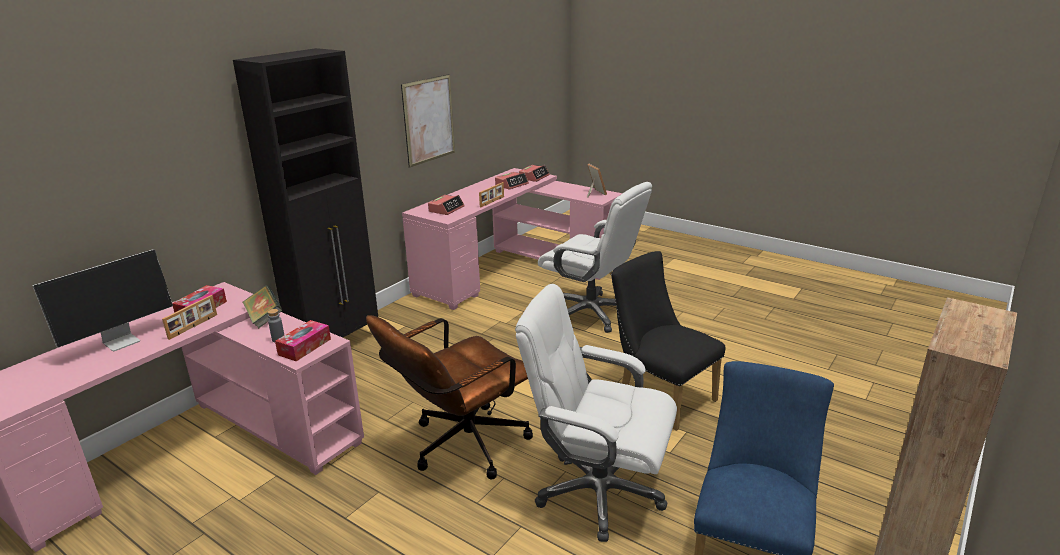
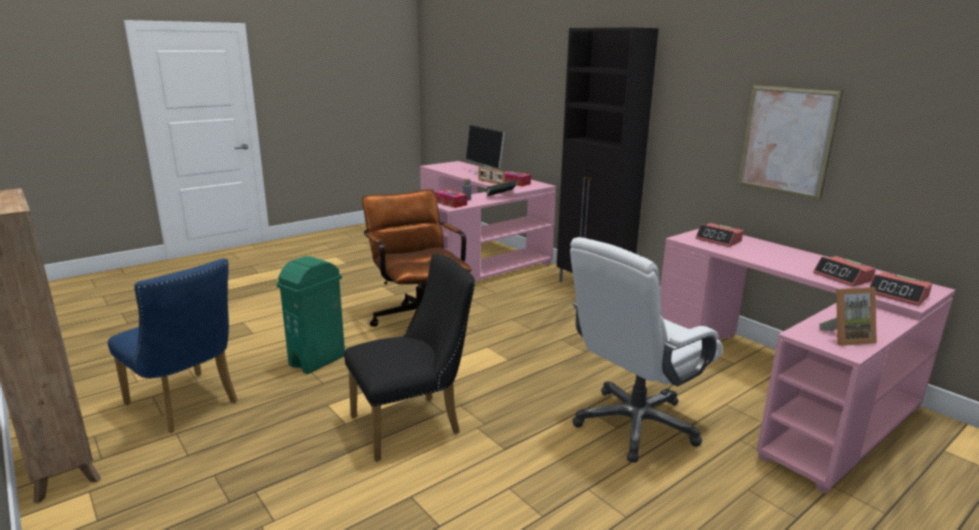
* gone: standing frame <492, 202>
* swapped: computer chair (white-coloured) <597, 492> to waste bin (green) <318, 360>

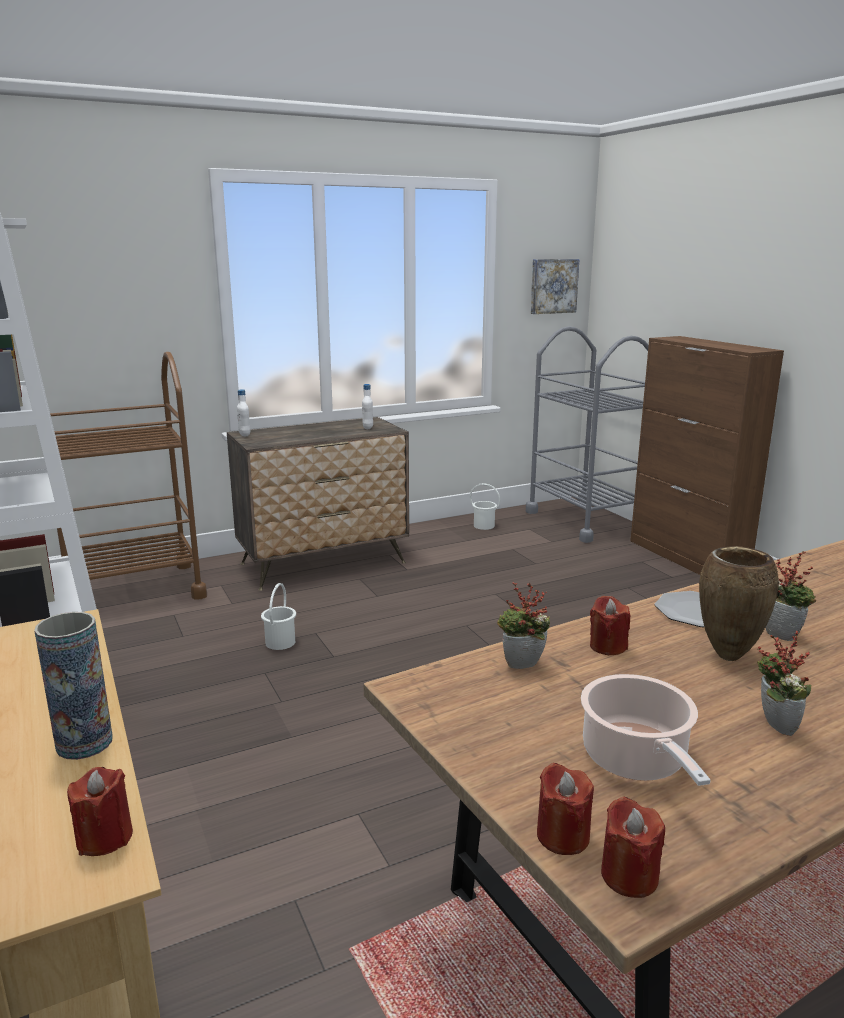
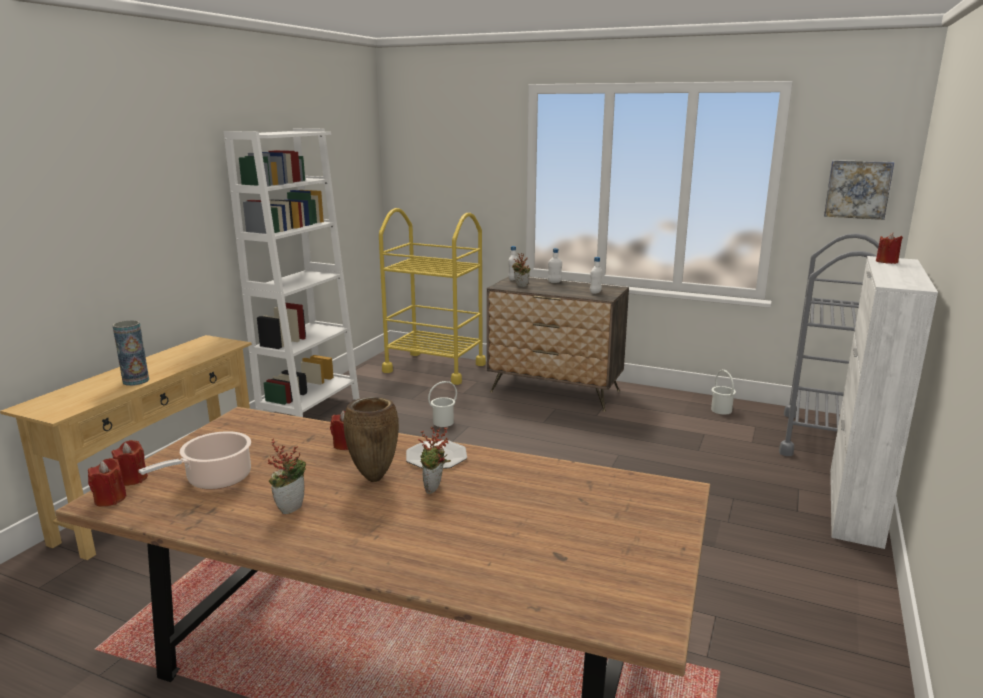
* repainted: cabinet (brown-coloured) <687, 558> to cabinet (white-coloured) <854, 506>
* repainted: wheeled cart (brown-coloured) <133, 591> to wheeled cart (yellowish) <434, 368>
* shifted: potted plant <522, 667> to <520, 286>
* shifted: wax light (reddish) <104, 837> to <886, 262>
* new: drink bottle (white-coloured) <554, 282>

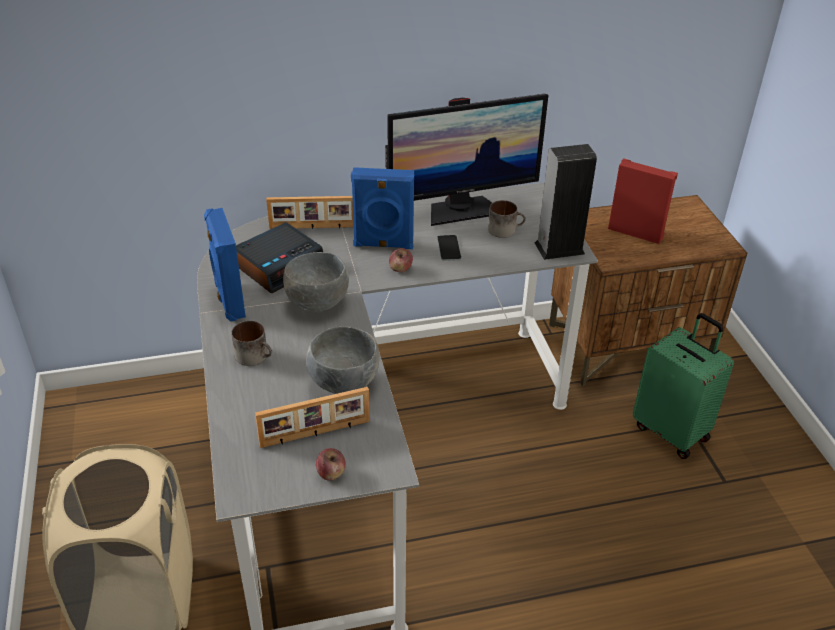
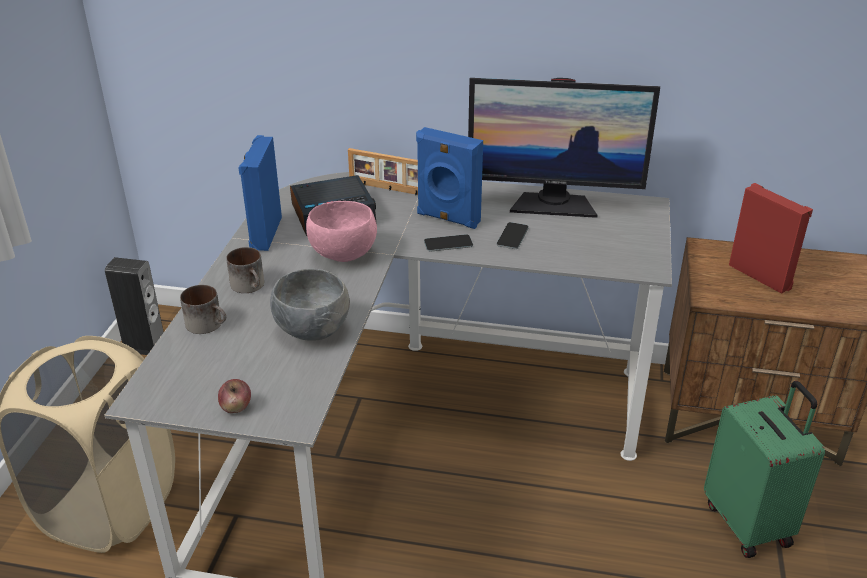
* shifted: audio speaker <559, 248> to <145, 346>
* shifted: coffee mug <505, 229> to <208, 324>
* swapped: apple fruit <400, 269> to phone <448, 243>
* repainted: serving bowl (grey) <318, 304> to serving bowl (pink) <344, 255>
* gone: standing frame <315, 434>

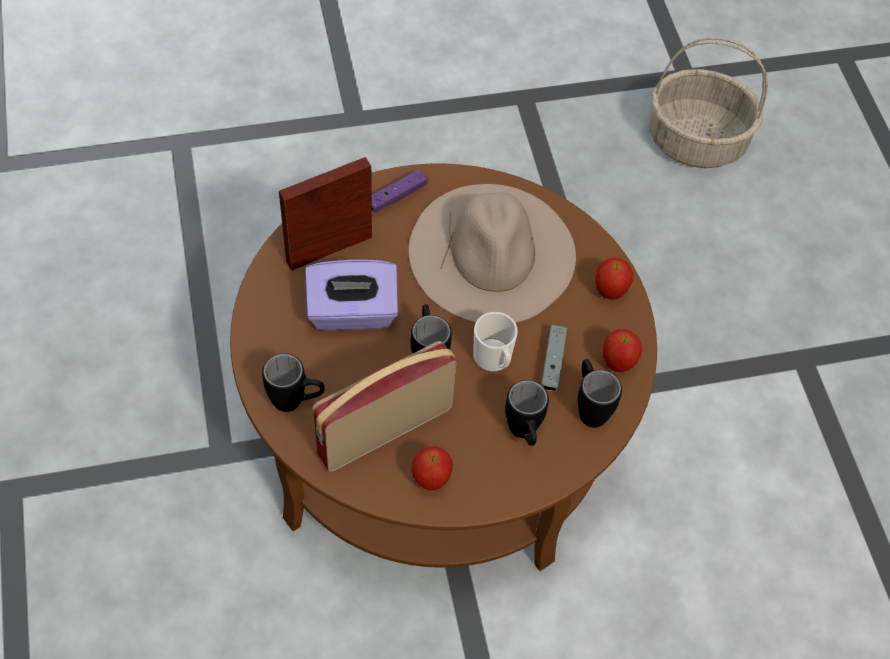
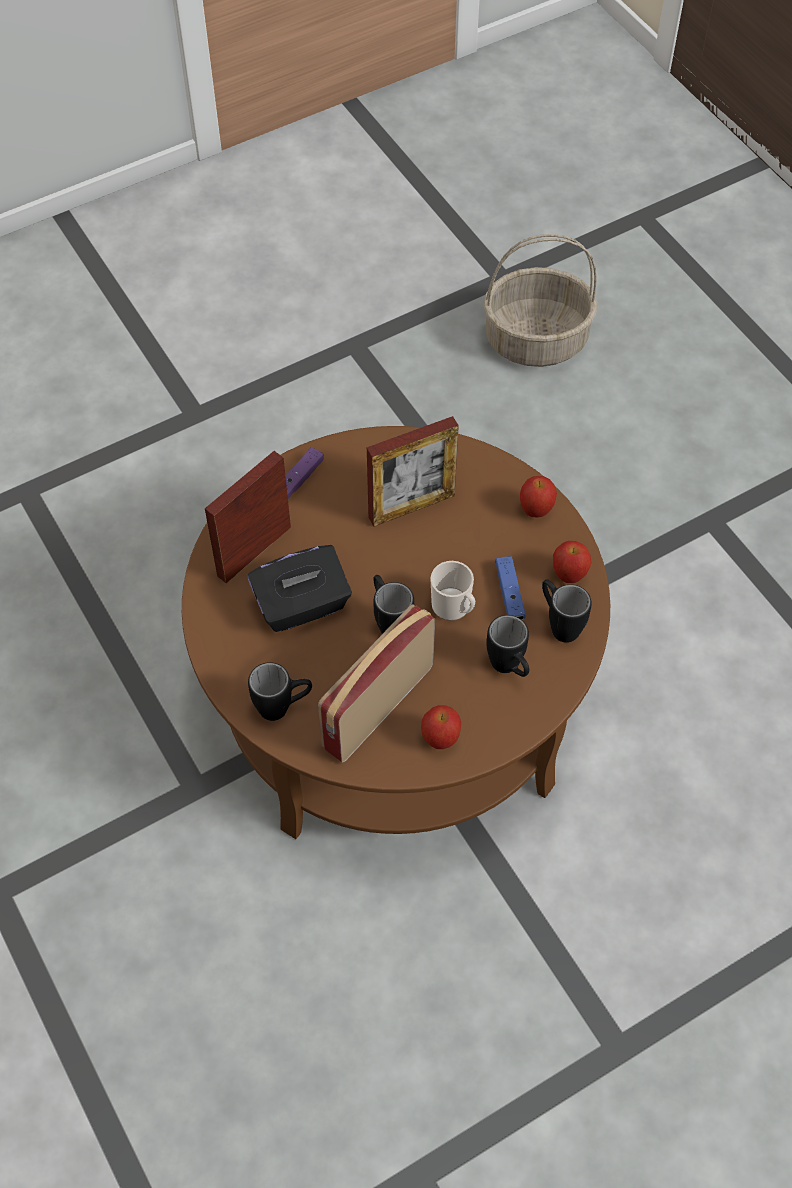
* swapped: hat (beige) <492, 252> to standing frame <411, 506>
* repainted: tissue holder (purplish) <352, 313> to tissue holder (black-coloured) <302, 606>
* repainted: joypad (grey) <553, 363> to joypad (blue-coloured) <509, 593>

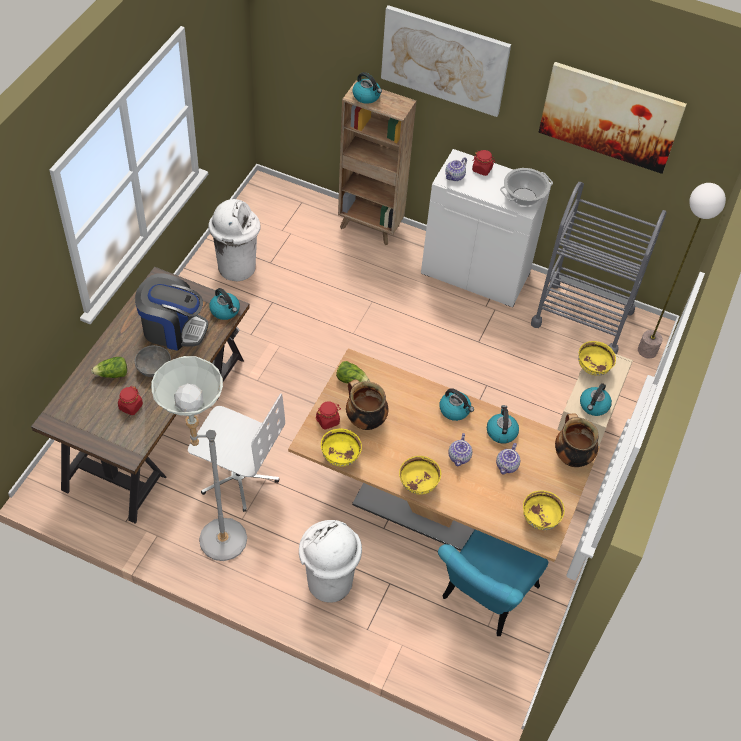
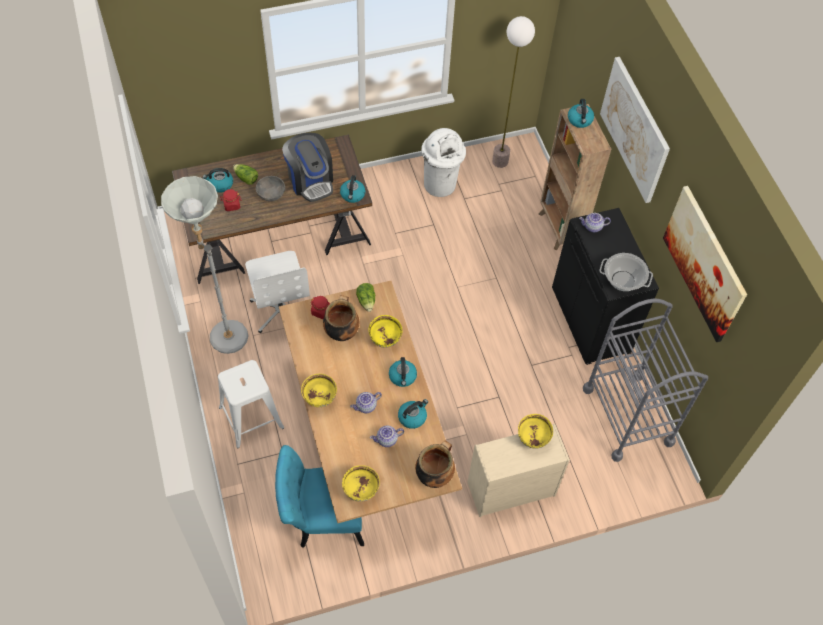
* repainted: cabinet (white-coloured) <476, 273> to cabinet (black-coloured) <592, 320>
* gone: storage jar (reddish) <482, 169>
* shifted: standard lamp <647, 350> to <499, 161>
* shifted: tea kettle <594, 406> to <220, 184>
* shifted: serving bowl (yellowish) <340, 457> to <385, 339>
* swapped: waste bin (white-coloured) <328, 582> to stool seat (white-coloured) <251, 417>

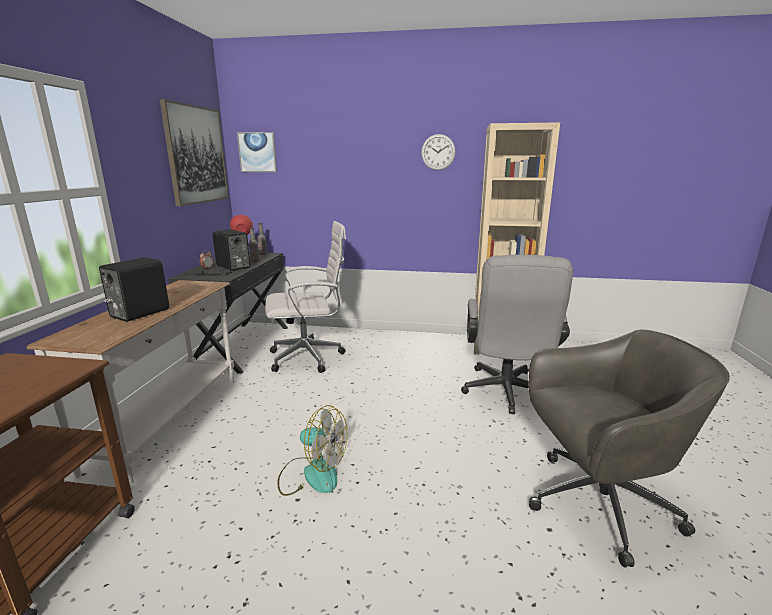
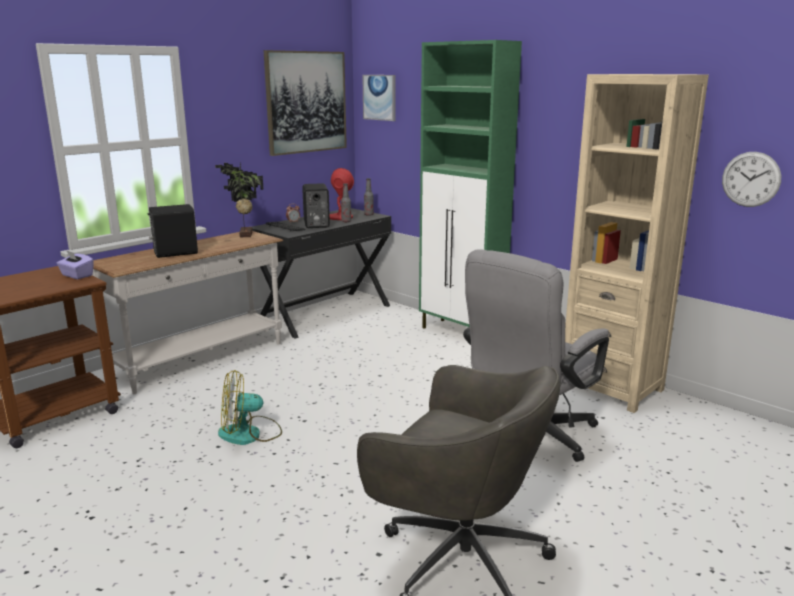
* shifted: wall clock <438, 152> to <751, 179>
* gone: computer chair (white-coloured) <310, 357>
* rotated: fan <312, 474> = <250, 434> 105 degrees clockwise
* new: cabinet (green) <462, 333>
* new: potted plant <244, 235>
* new: tissue holder (purplish) <77, 275>

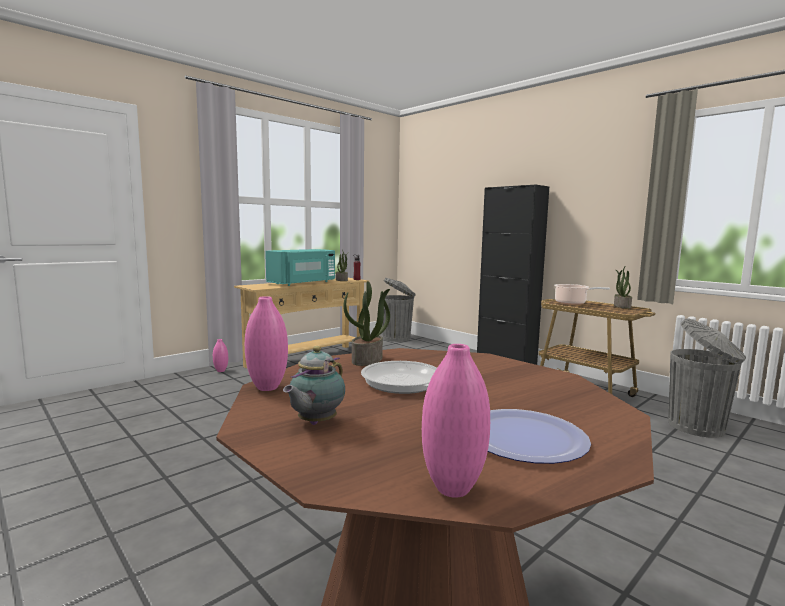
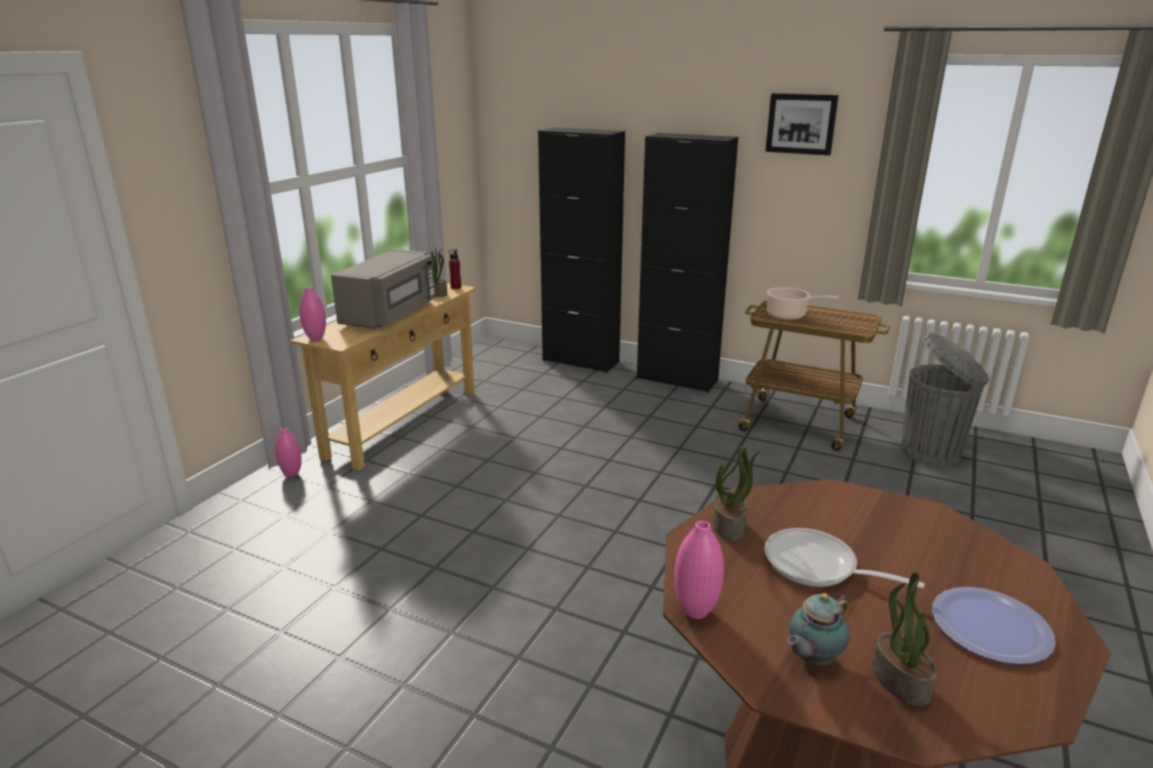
* repainted: kitchen microwave (turquoise) <303, 283> to kitchen microwave (grey) <391, 314>
* shifted: potted plant <621, 306> to <898, 681>
* gone: waste bin (grey) <397, 338>
* shifted: decorative vase (pink) <453, 488> to <316, 338>
* rotated: tea pot <315, 423> = <812, 659> 45 degrees clockwise
* new: wall art <801, 124>
* new: cabinet (black-coloured) <580, 361>

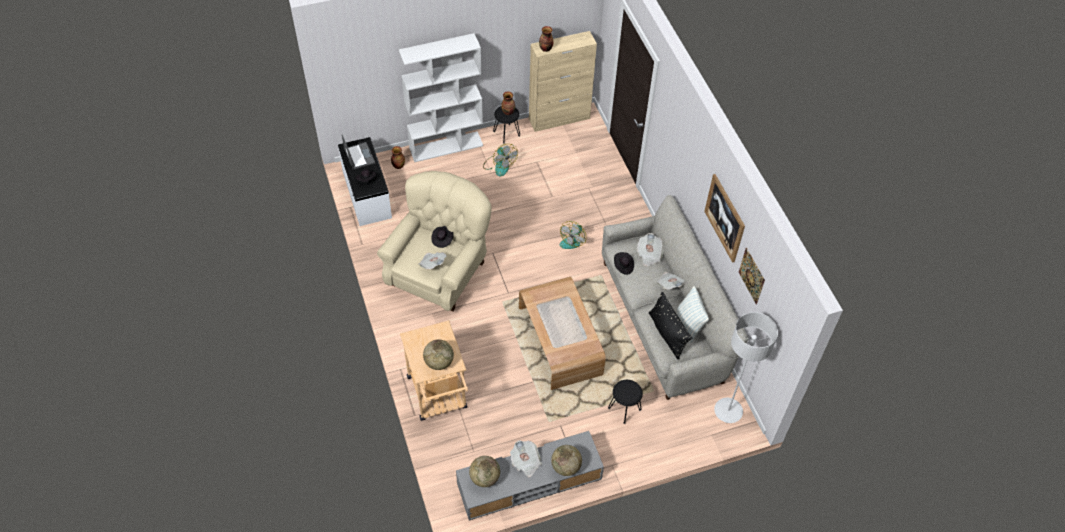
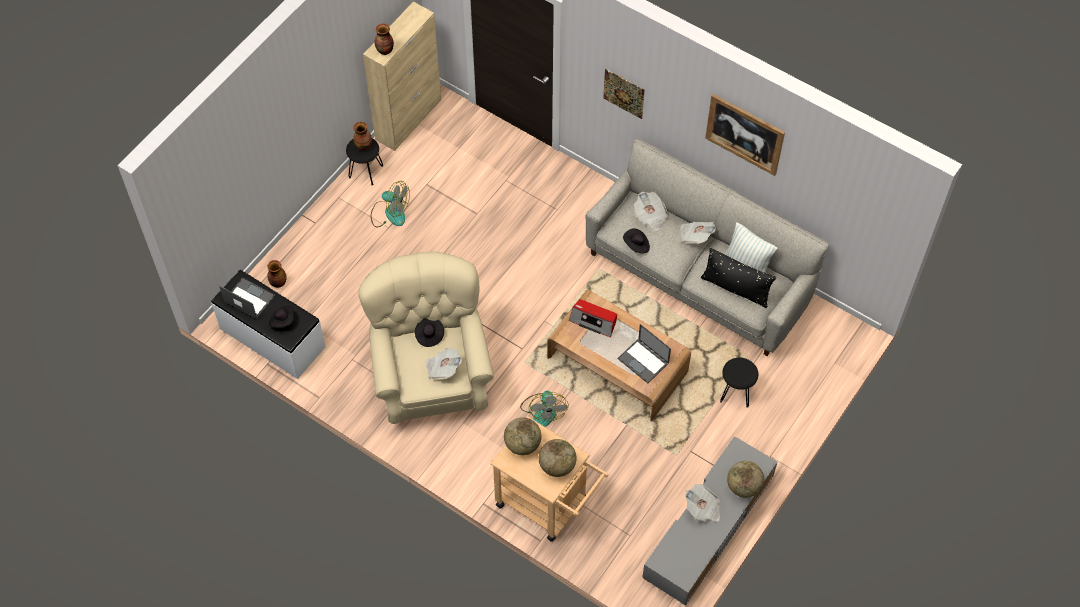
* gone: bookshelf (white-coloured) <446, 146>
* shifted: fan <572, 240> to <543, 411>
* shifted: wall art <751, 276> to <624, 93>
* gone: standard lamp (grey) <728, 411>
* shifted: desk globe <484, 477> to <522, 444>
* new: radio receiver <594, 321>
* new: notebook computer <644, 361>

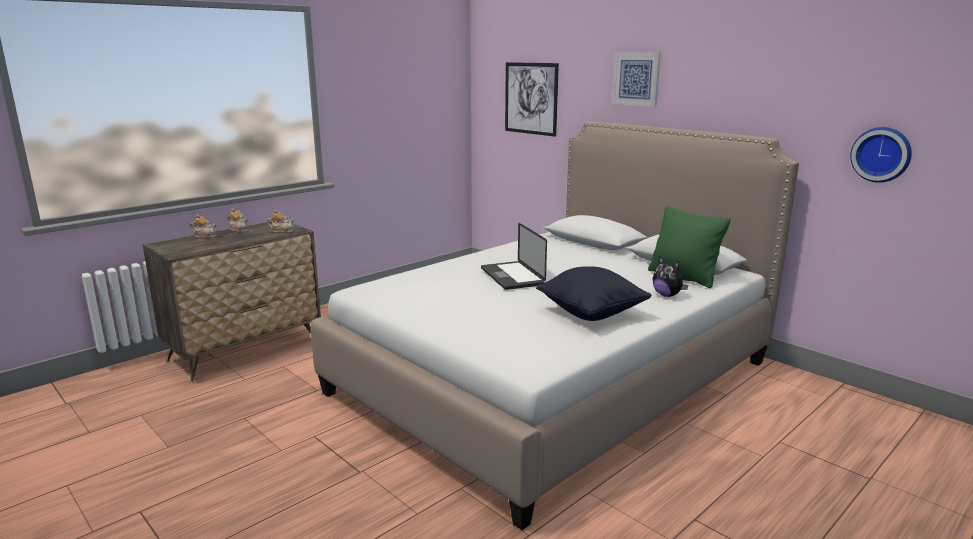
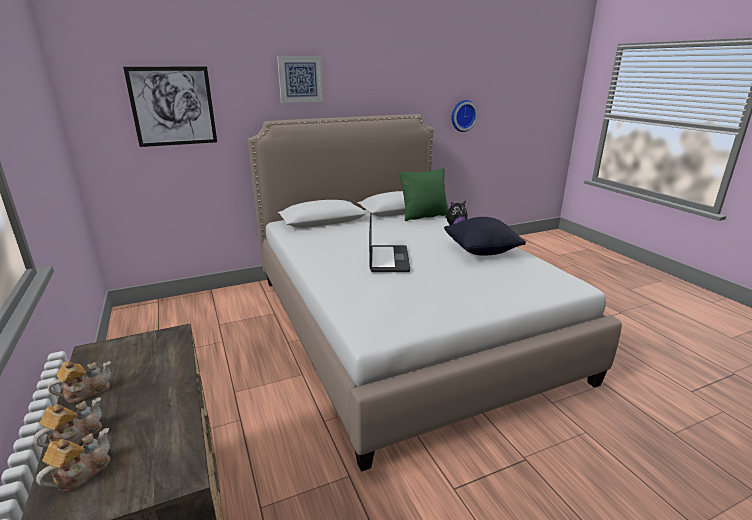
* shifted: tea pot <282, 231> to <81, 472>
* rotated: notebook computer <512, 276> = <389, 259> 90 degrees counterclockwise

